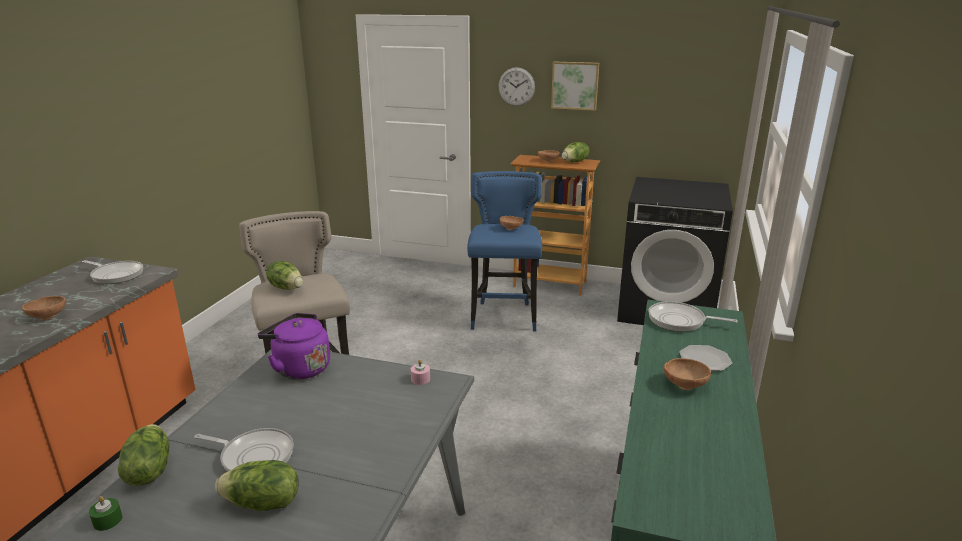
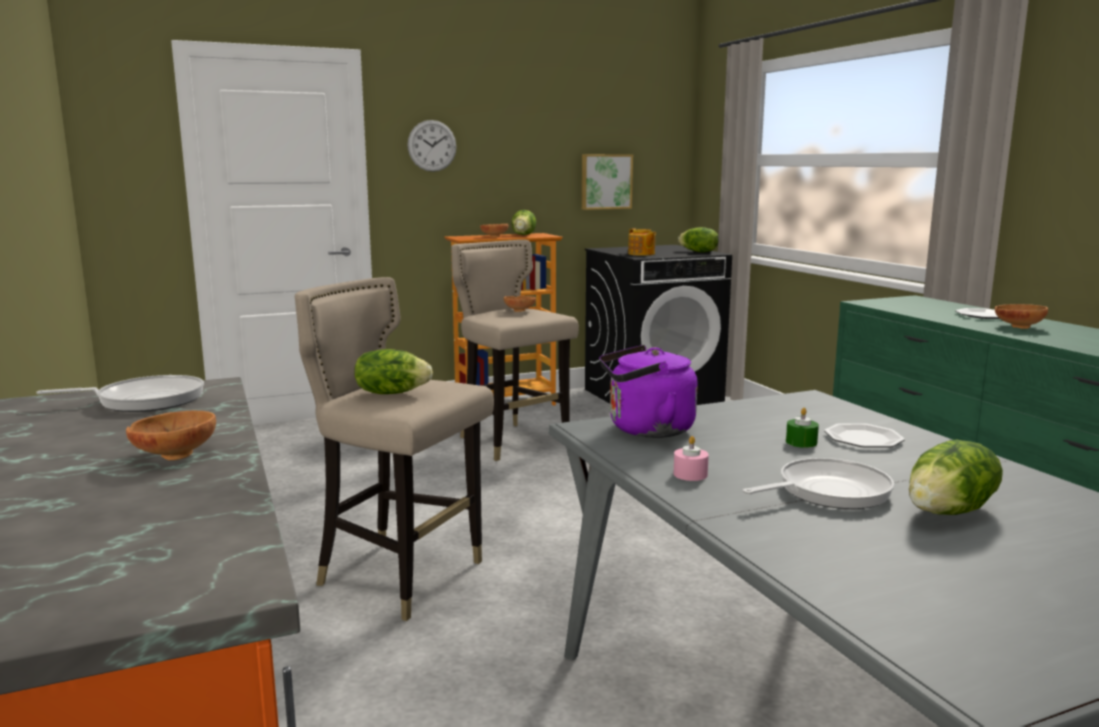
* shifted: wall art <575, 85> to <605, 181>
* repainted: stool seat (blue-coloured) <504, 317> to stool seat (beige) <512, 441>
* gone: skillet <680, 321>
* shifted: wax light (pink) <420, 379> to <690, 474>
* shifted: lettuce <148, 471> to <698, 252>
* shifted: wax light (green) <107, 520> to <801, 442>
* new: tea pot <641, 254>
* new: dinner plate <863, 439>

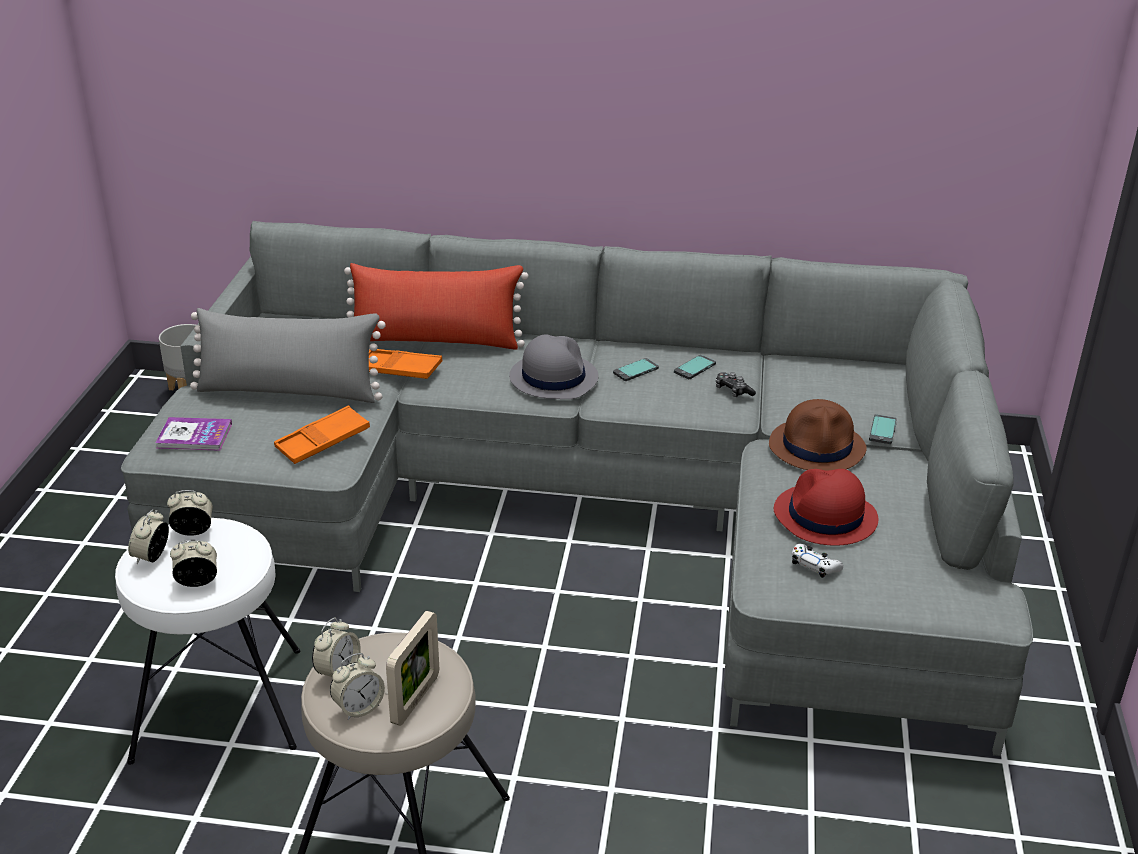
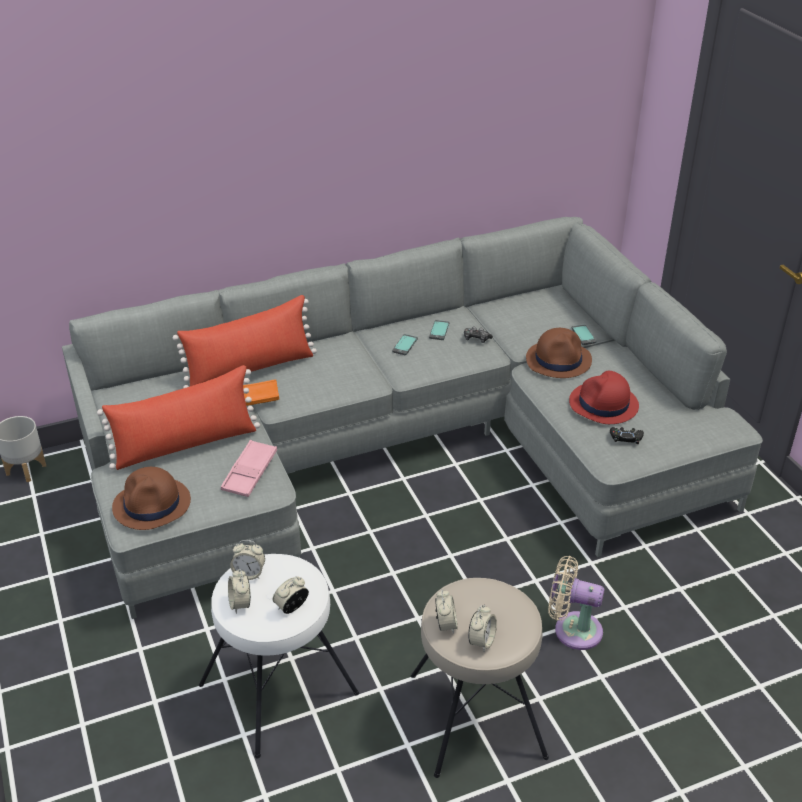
* repainted: cushion (grey) <289, 391> to cushion (reddish) <186, 444>
* gone: hat (grey) <553, 377>
* repainted: serving tray (orange) <323, 441> to serving tray (pink) <250, 472>
* swapped: bound book <194, 436> to hat (brown-coloured) <152, 504>
* rotated: bedside clock <193, 531> = <249, 573> 135 degrees counterclockwise
* repainted: joypad (white-coloured) <814, 565> to joypad (black-coloured) <626, 438>
* gone: standing frame <415, 699>
* new: fan (beige) <573, 629>

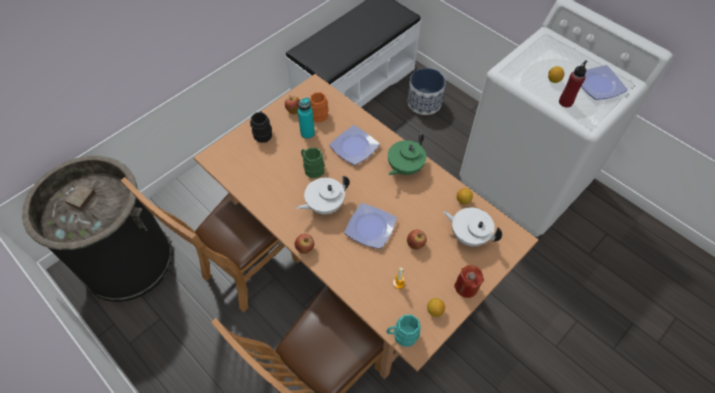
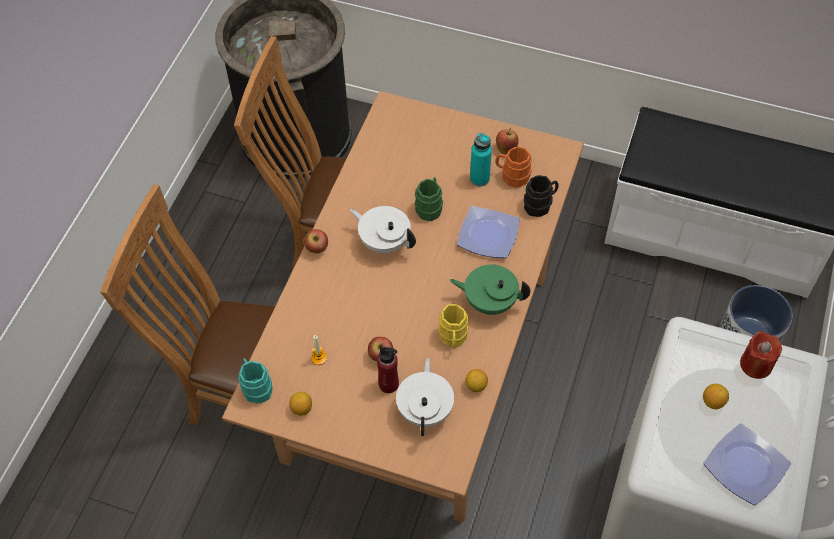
* shifted: drink bottle (reddish) <565, 102> to <388, 384>
* shifted: coffee mug (black-coloured) <263, 133> to <540, 204>
* gone: dinner plate <371, 227>
* shifted: wax light (reddish) <466, 287> to <756, 364>
* new: coffee mug (yellowish) <453, 338>

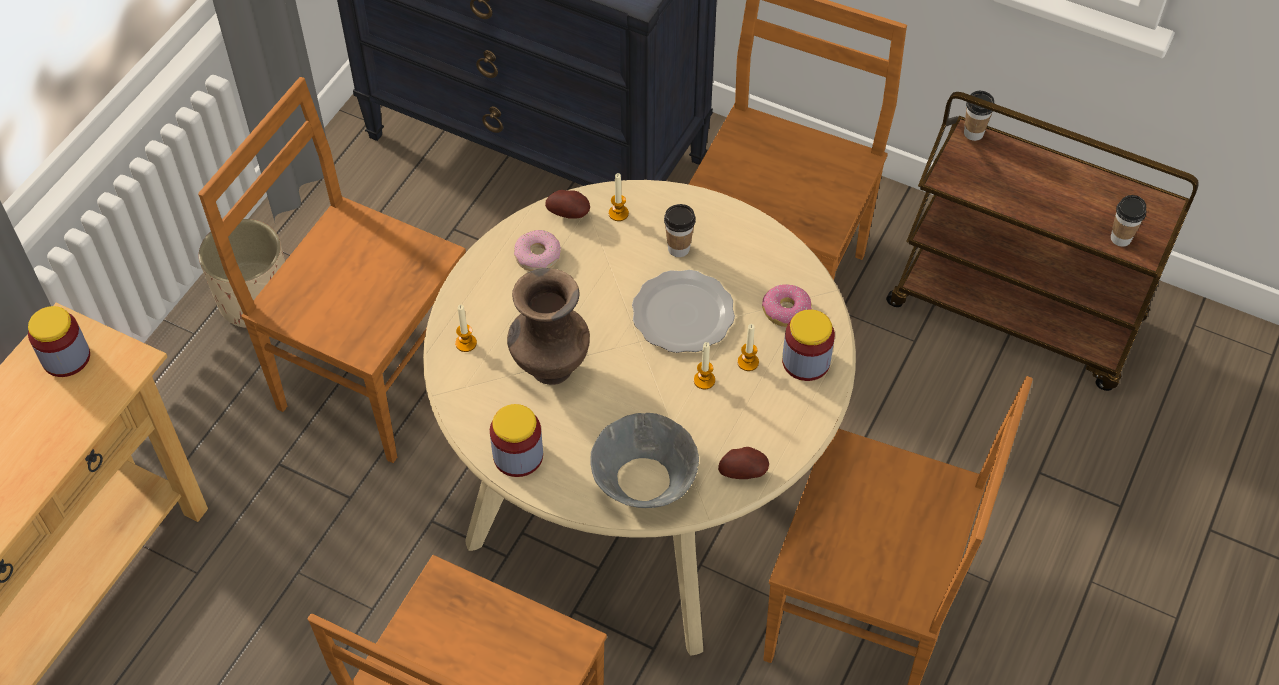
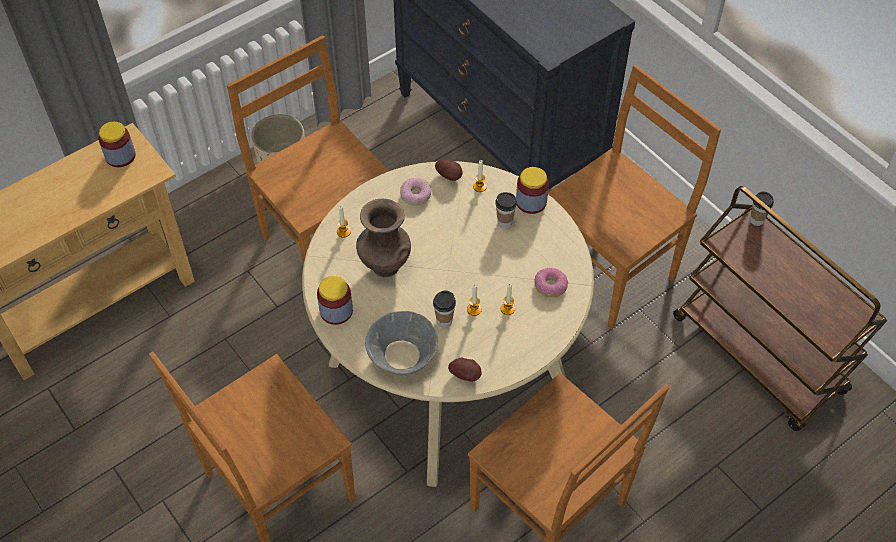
* shifted: drinking cup <1120, 238> to <444, 321>
* gone: dinner plate <684, 313>
* shifted: storage jar <806, 361> to <531, 202>

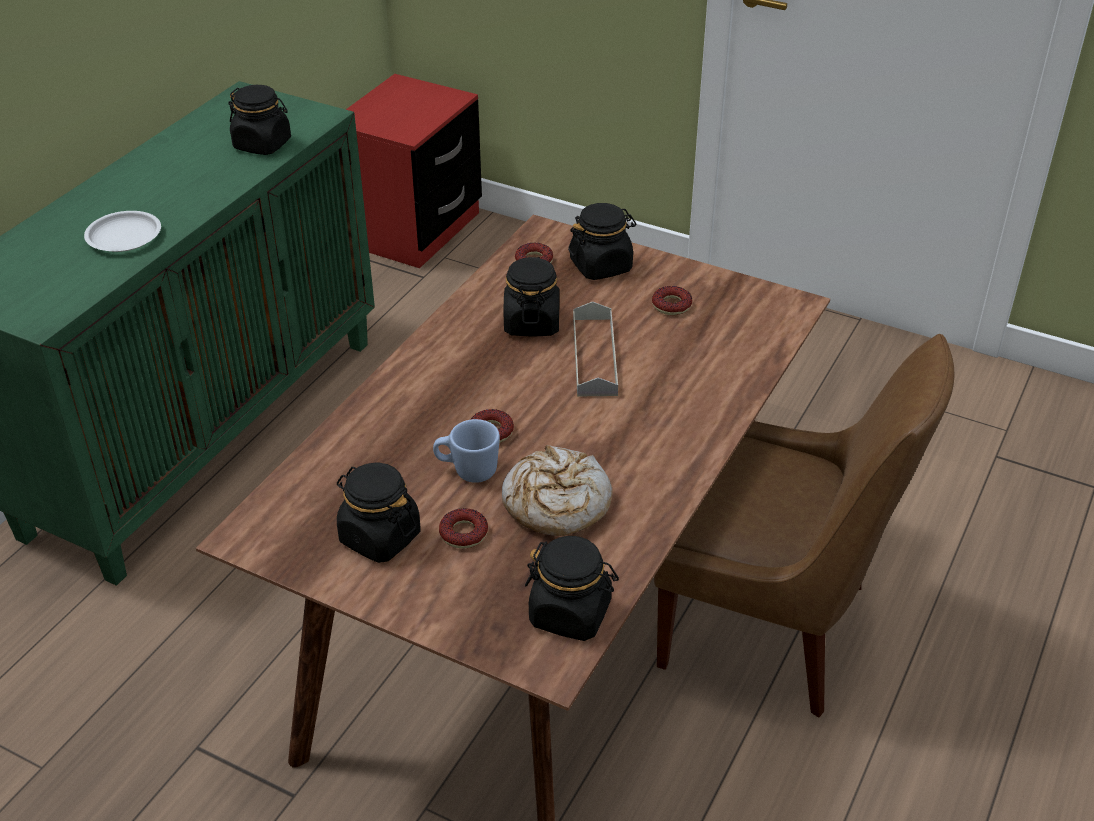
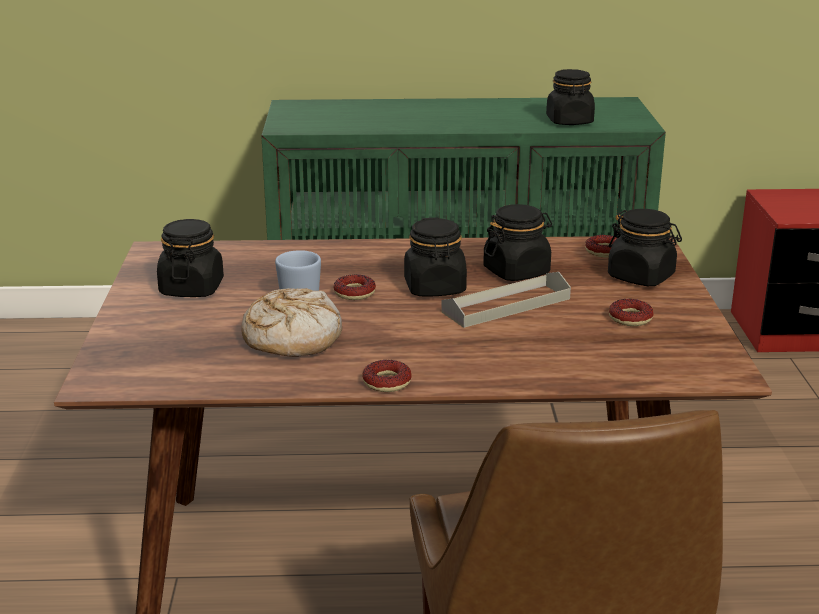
* gone: dinner plate (white-coloured) <123, 237>
* shifted: donut <464, 533> to <387, 382>
* shifted: storage jar (black-coloured) <571, 613> to <435, 288>

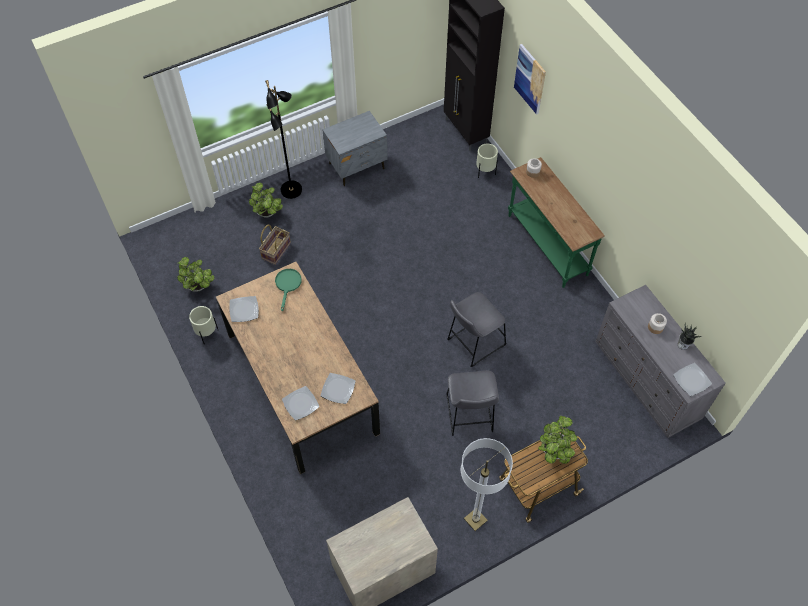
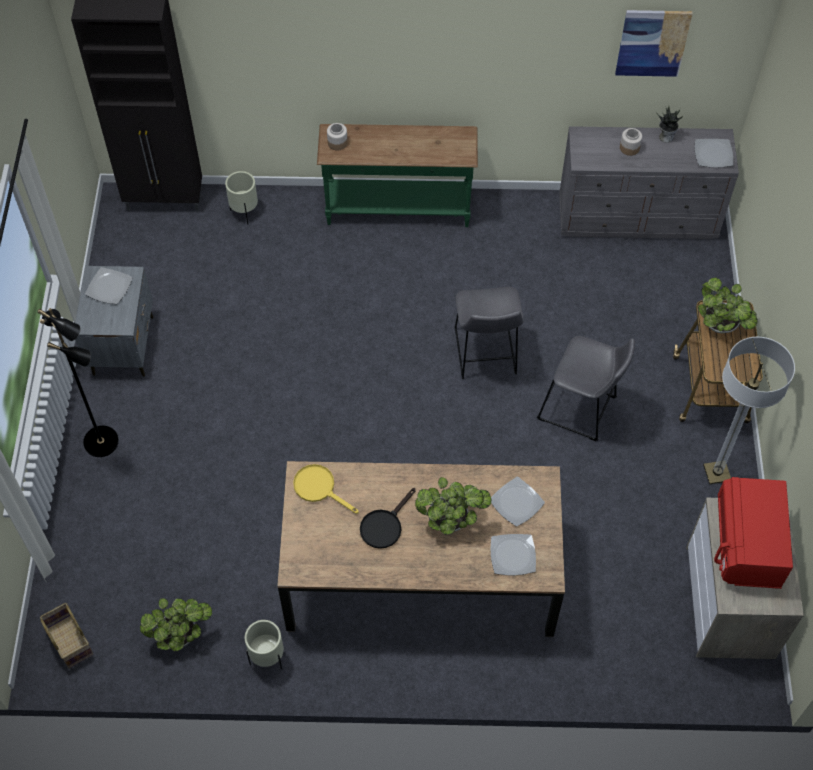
* shifted: wall art <530, 79> to <652, 42>
* shifted: potted plant <268, 214> to <451, 520>
* shifted: storage basket <276, 250> to <69, 641>
* repainted: skillet (green) <288, 285> to skillet (yellowish) <319, 488>
* shifted: dinner plate <244, 310> to <109, 288>
* new: kitchen microwave (reddish) <746, 545>
* new: skillet (black-coloured) <384, 525>

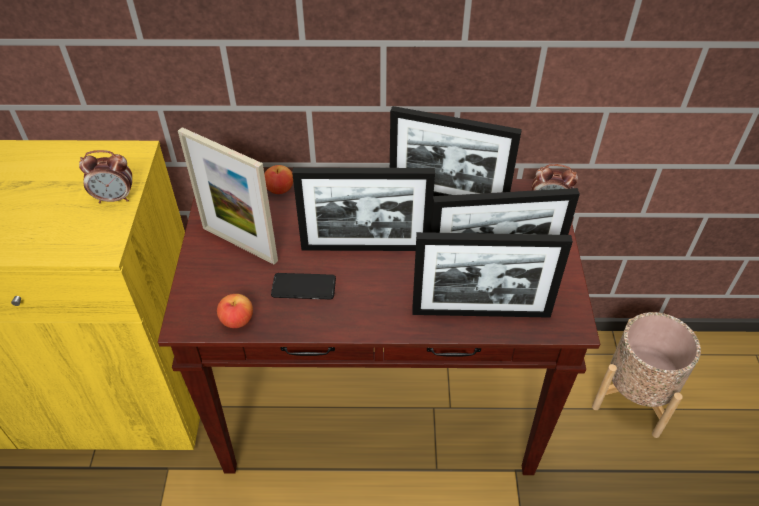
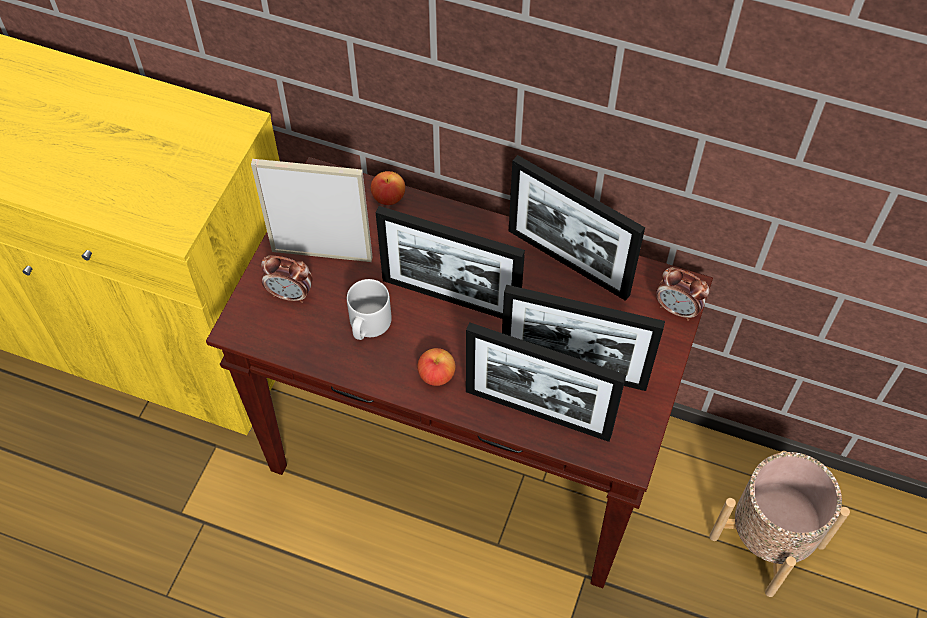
* rotated: standing frame <239, 244> = <322, 254> 135 degrees clockwise
* shifted: bedside clock <115, 198> to <290, 294>
* swapped: phone <303, 287> to coffee mug (grey) <368, 325>
* shifted: apple fruit <237, 320> to <436, 375>

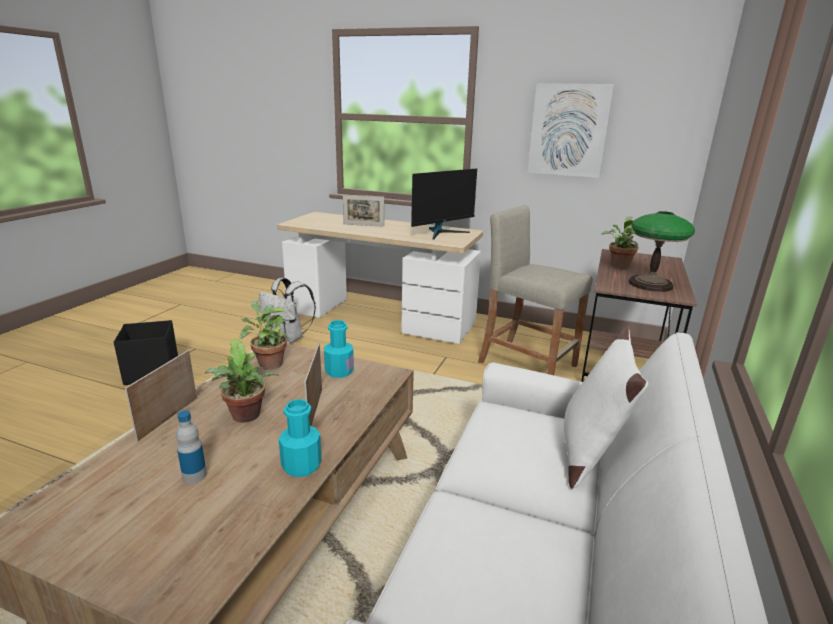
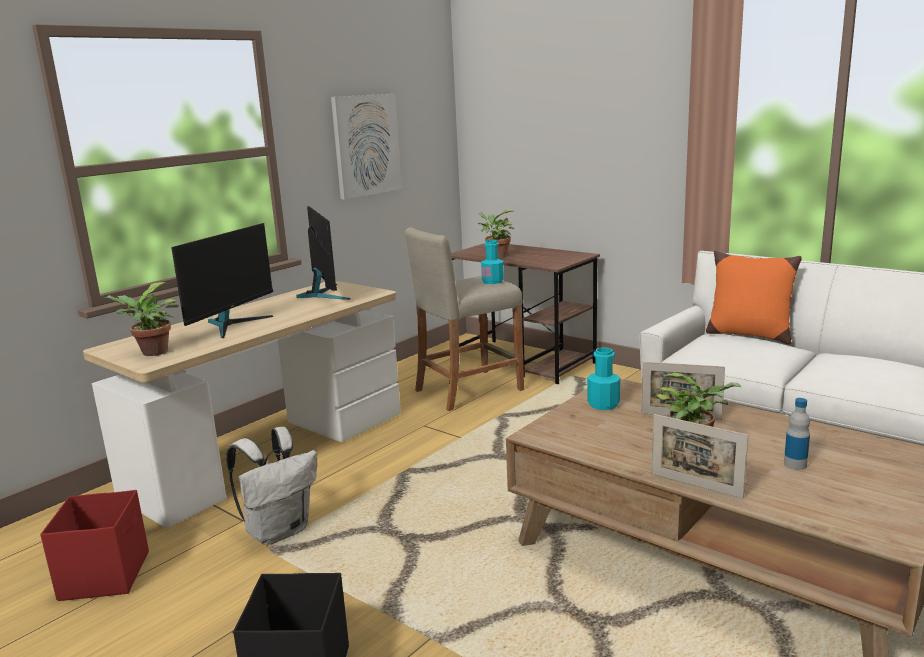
* swapped: standing frame <363, 225> to computer screen <231, 324>
* gone: lamp for a table <650, 284>
* shifted: potted plant <268, 363> to <151, 353>
* repainted: cushion (white-coloured) <589, 452> to cushion (orange) <748, 335>
* shifted: drink bottle (turquoise) <301, 465> to <492, 281>
* new: storage bin (reddish) <106, 575>

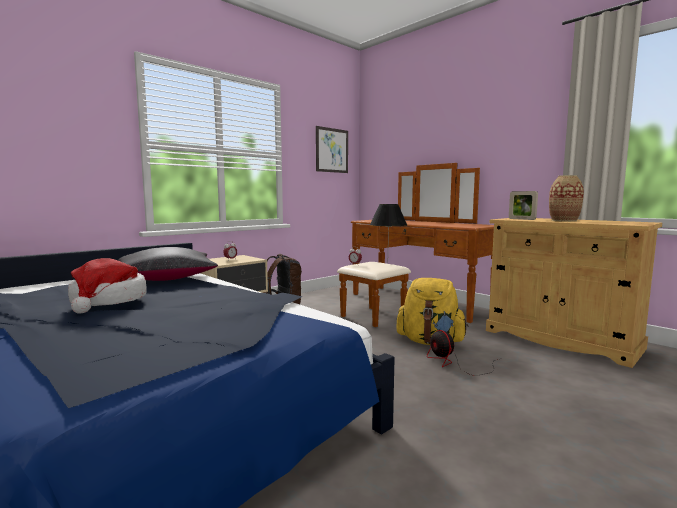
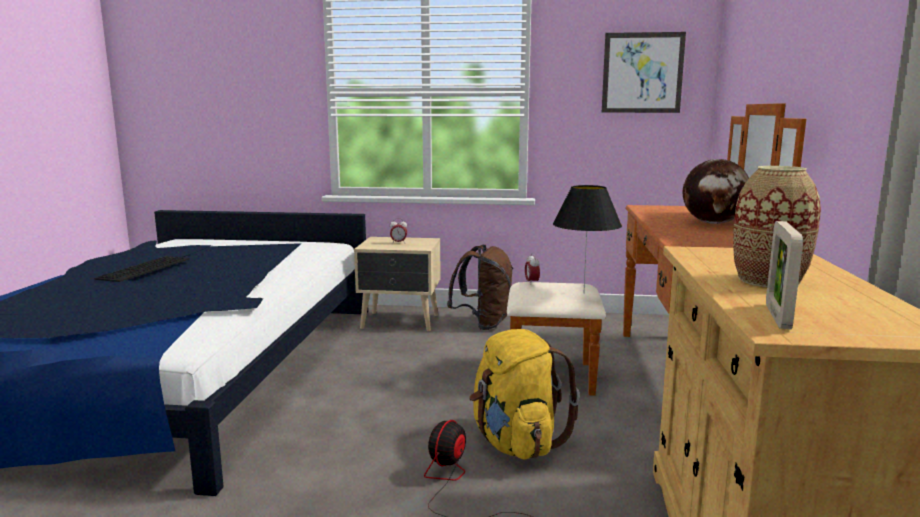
* shifted: standing frame <522, 219> to <777, 316>
* gone: cushion (black-coloured) <166, 278>
* swapped: hat <108, 301> to keyboard <146, 269>
* new: desk globe <714, 223>

